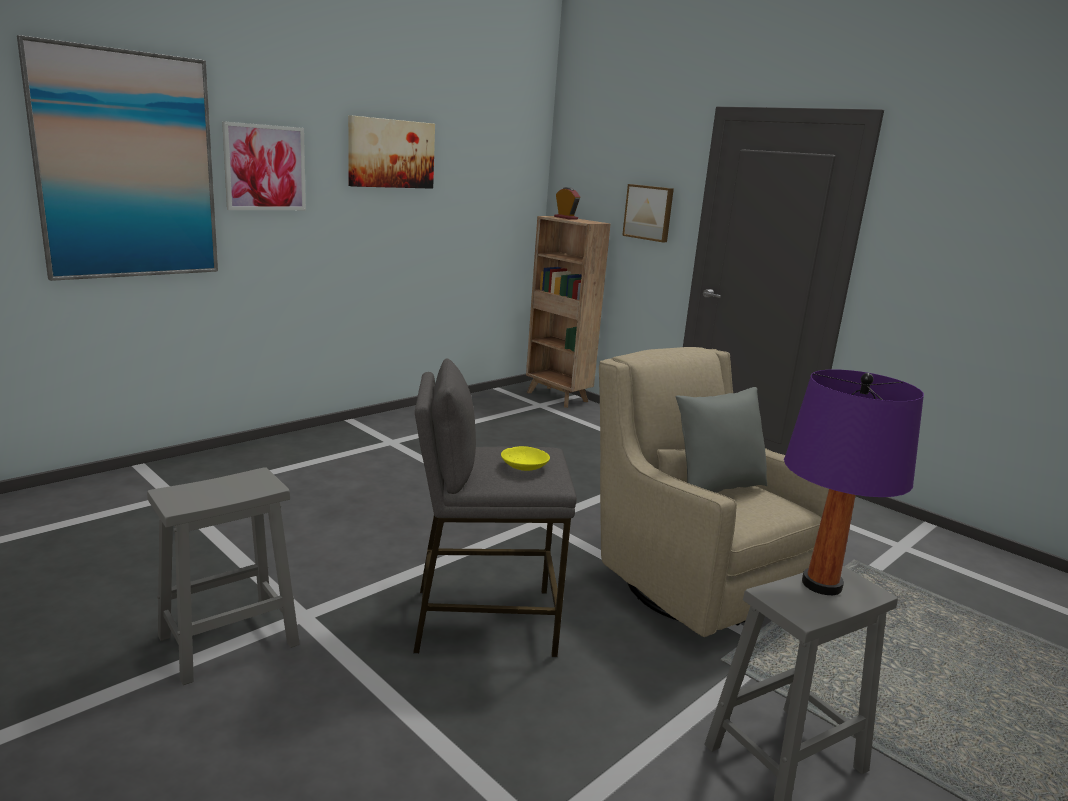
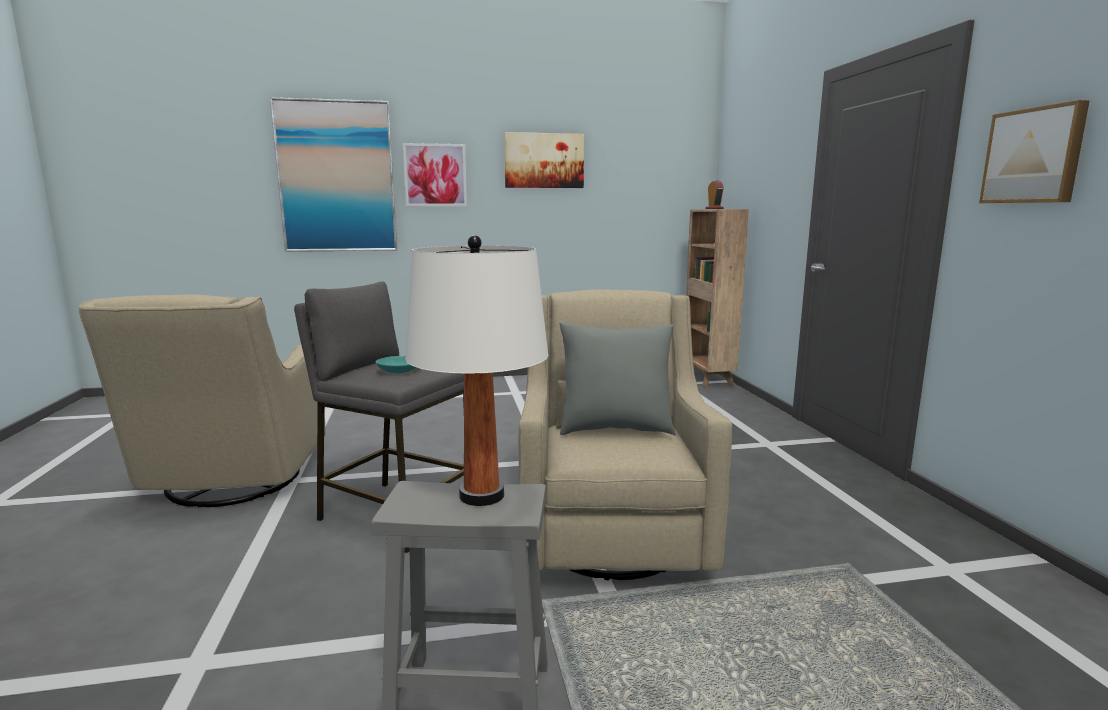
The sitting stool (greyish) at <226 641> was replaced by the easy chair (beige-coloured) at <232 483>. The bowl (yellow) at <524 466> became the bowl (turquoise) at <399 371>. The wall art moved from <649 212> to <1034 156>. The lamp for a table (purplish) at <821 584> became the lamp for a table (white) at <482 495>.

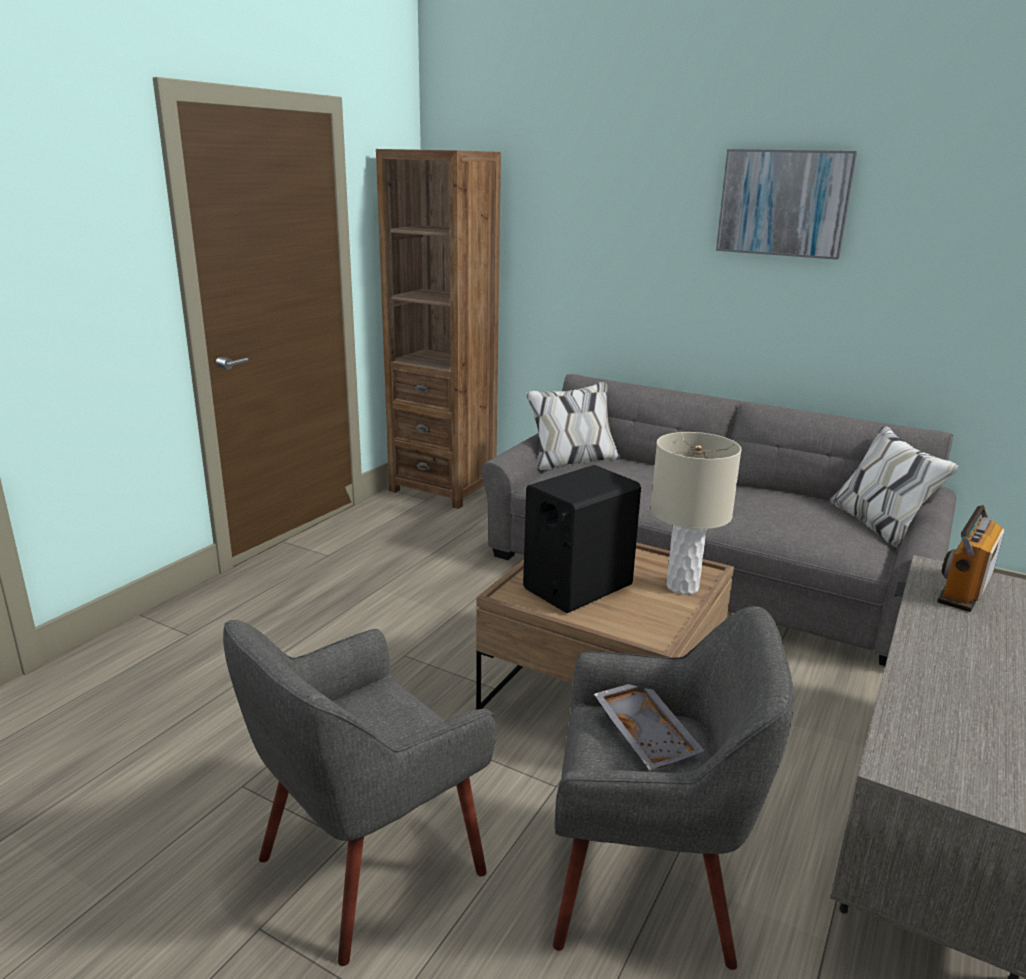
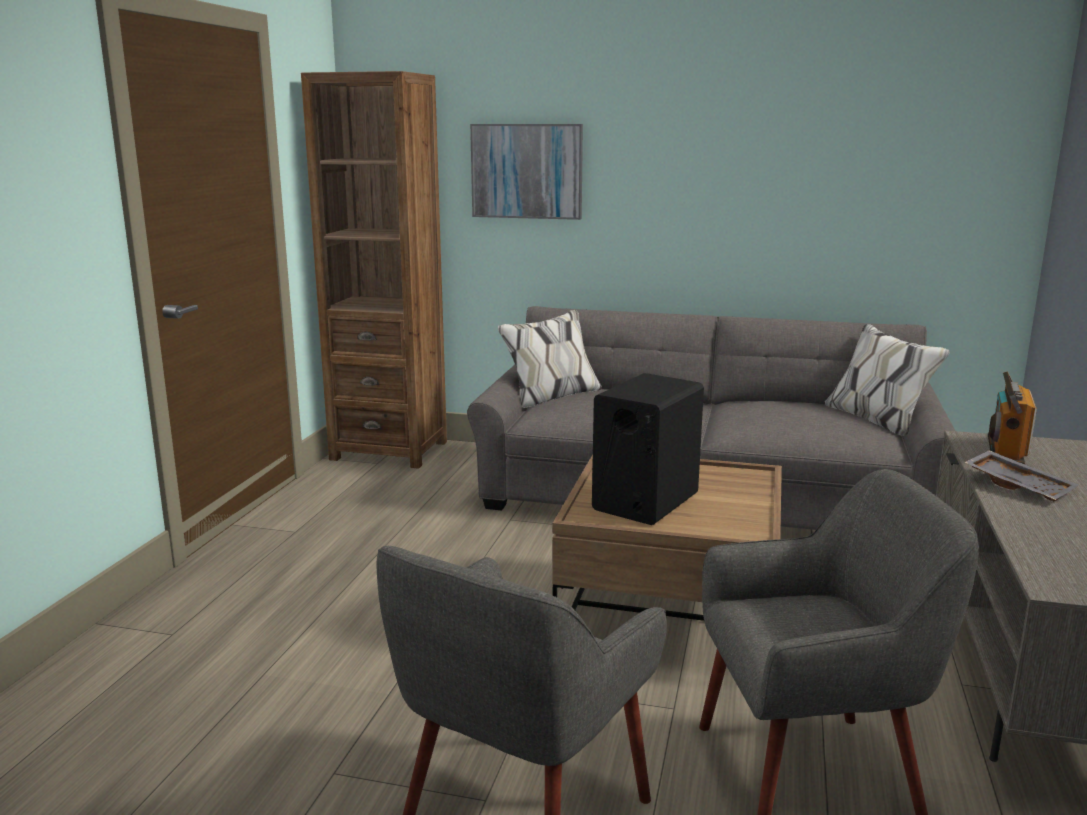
The carrying tray (greyish) moved from <647 734> to <1019 486>. The lamp for a table (beige-coloured) at <683 586> disappeared. The wall art moved from <783 203> to <527 171>.

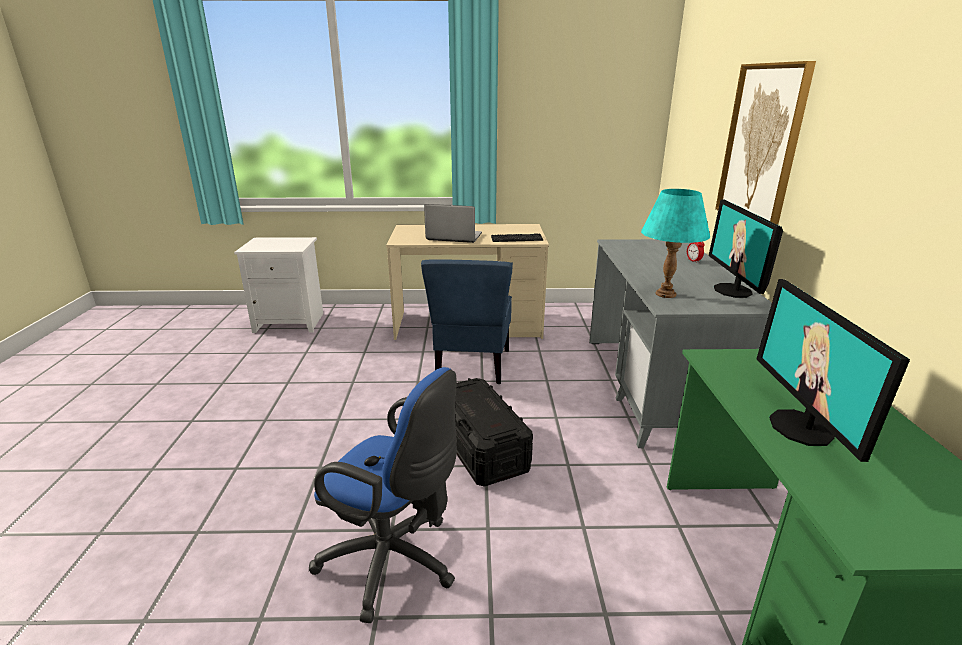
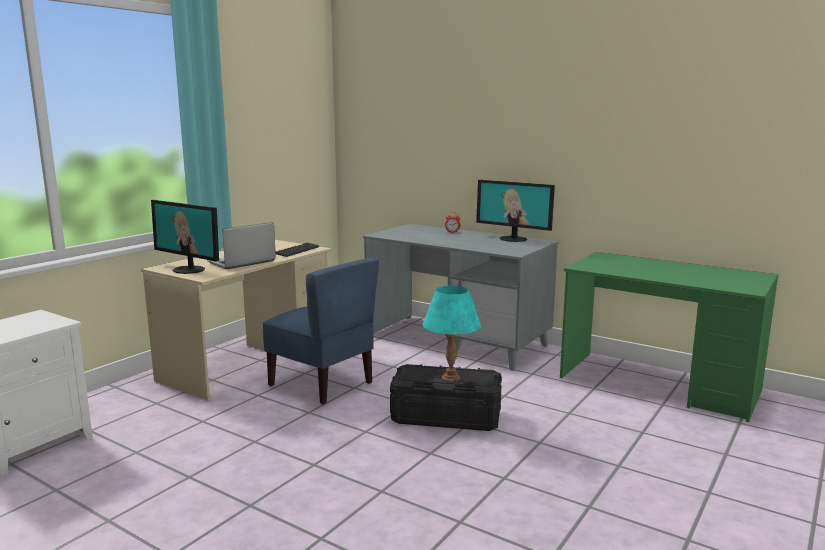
The office chair (blue) at <394 563> disappeared. The lamp for a table (turquoise) moved from <666 294> to <451 378>. The wall art at <761 146> disappeared. The monitor moved from <802 427> to <189 270>.

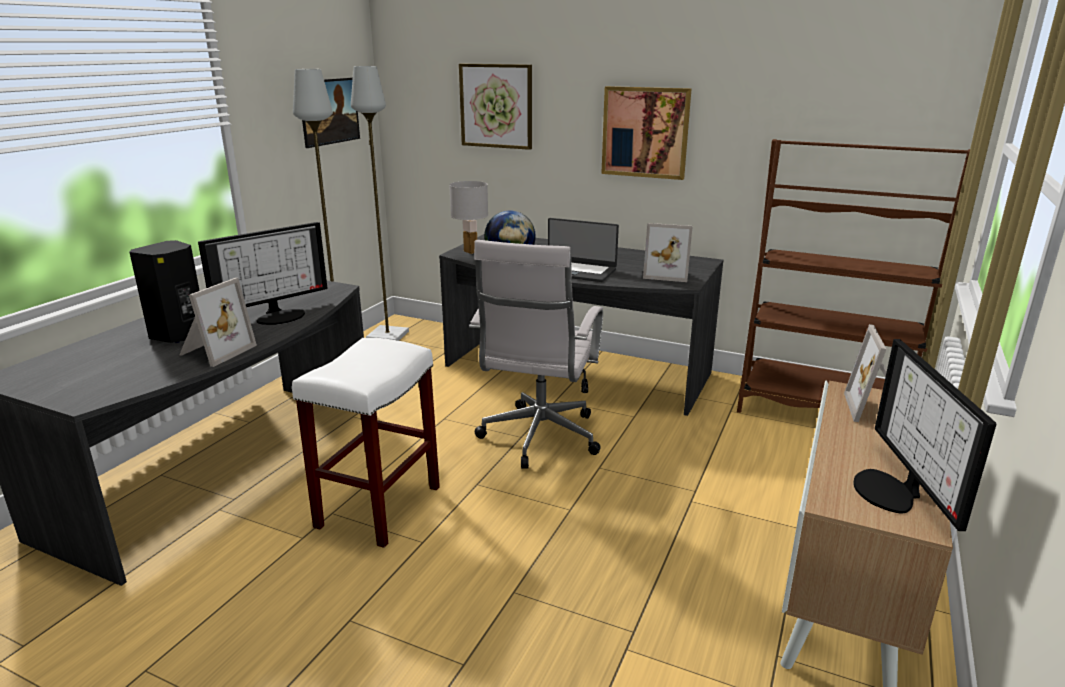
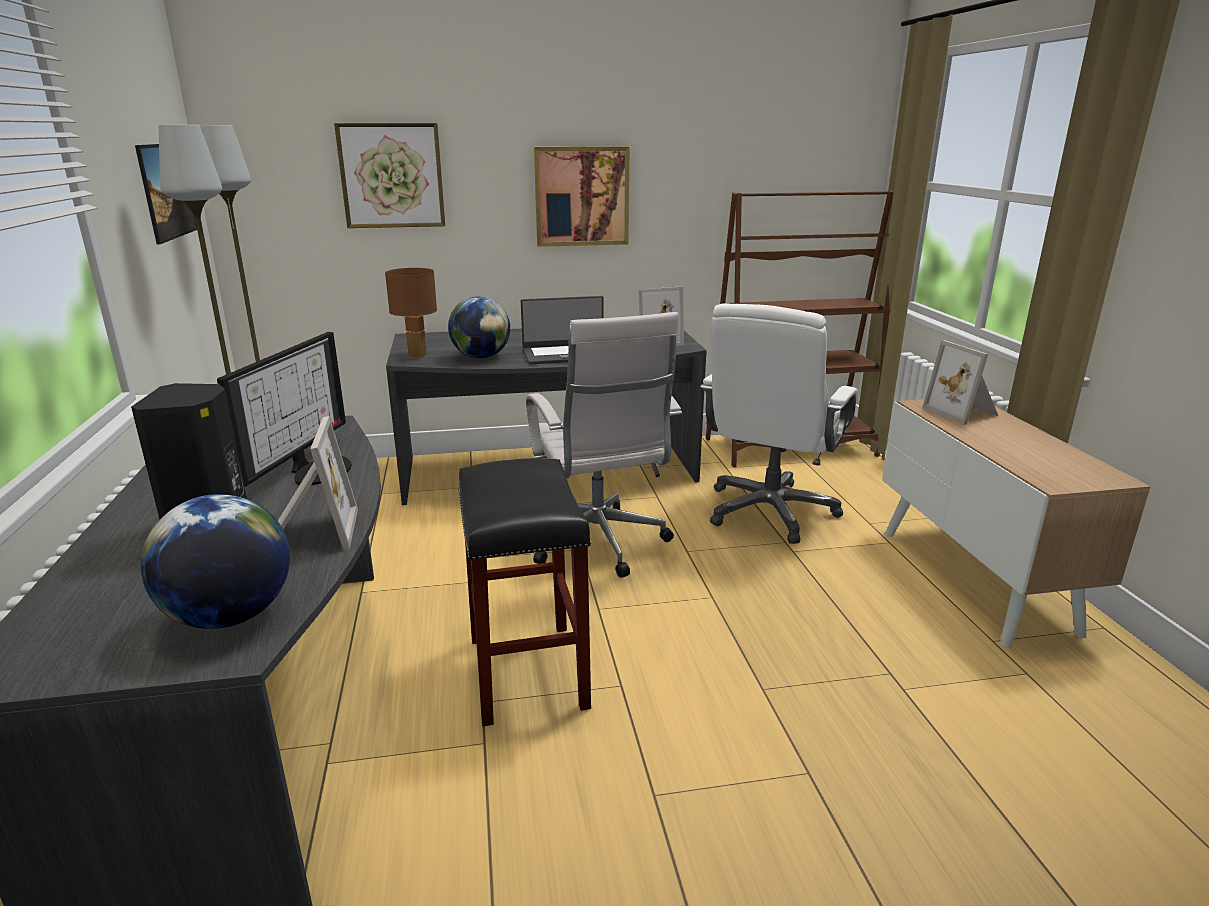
The sitting stool (white) at <378 508> became the sitting stool (black-coloured) at <529 673>. The lamp for a table (white) at <471 252> became the lamp for a table (brown-coloured) at <418 356>. The monitor at <892 492> disappeared. The globe at <230 616> appeared. The office chair (white) at <770 511> appeared.

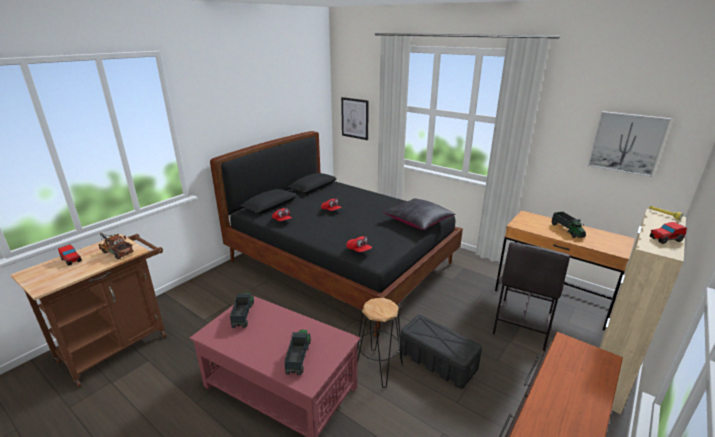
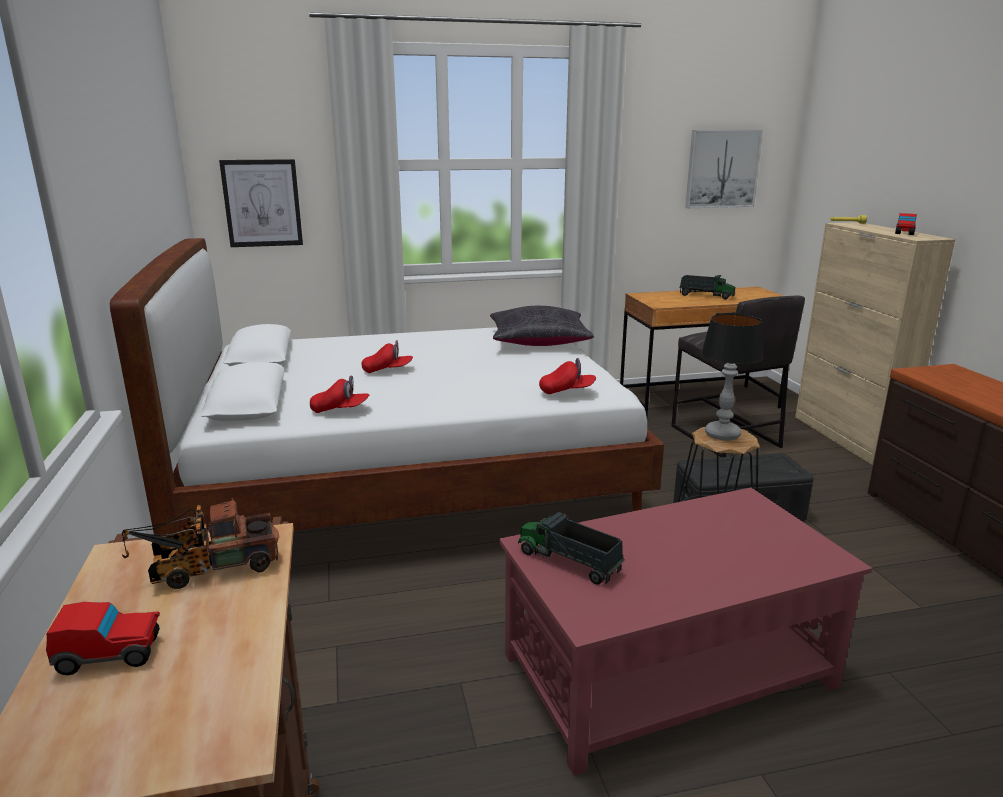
The sleeping bed (black-coloured) at <341 263> became the sleeping bed (white) at <409 483>. The model truck at <298 356> disappeared. The lamp for a table at <722 435> appeared.

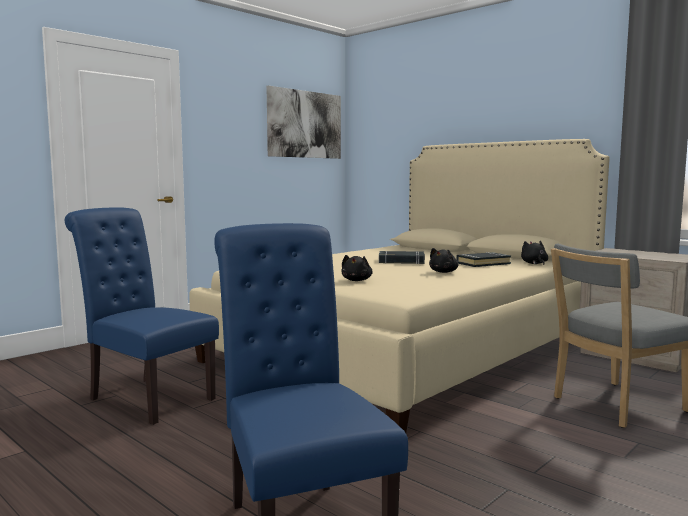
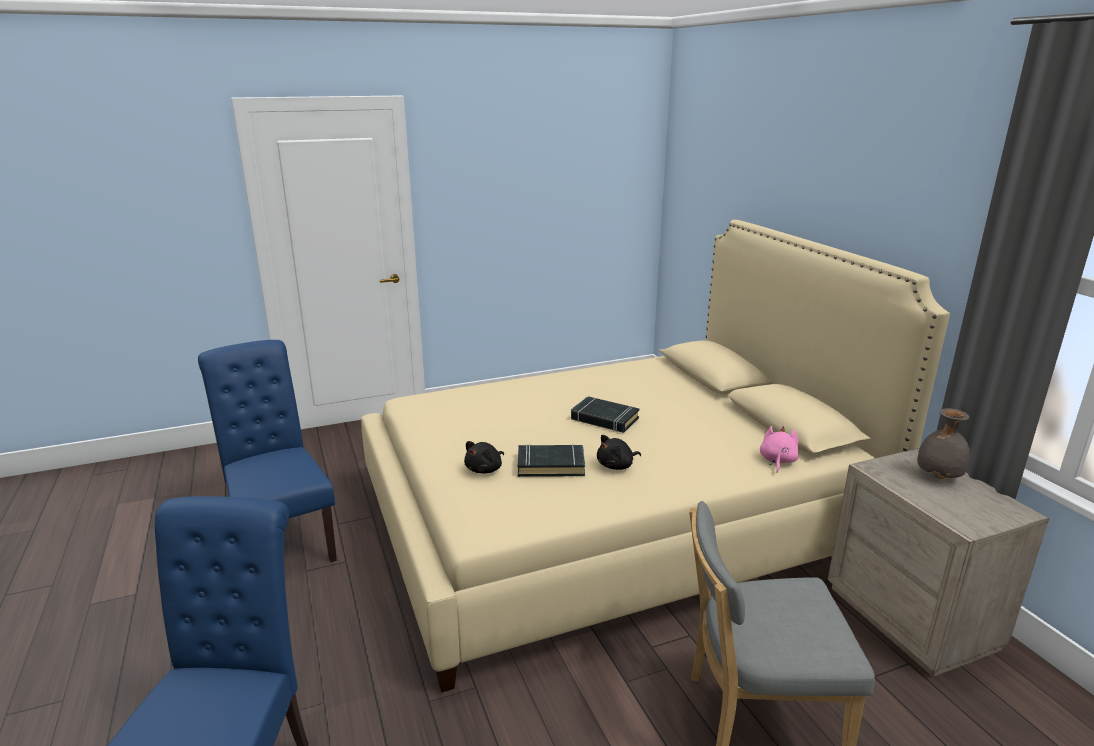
The wall art at <305 124> disappeared. The book (black-coloured) moved from <483 263> to <551 465>. The soft toy (black-coloured) at <534 263> became the soft toy (pink-coloured) at <777 461>. The flower vase (greyish) at <937 476> appeared.

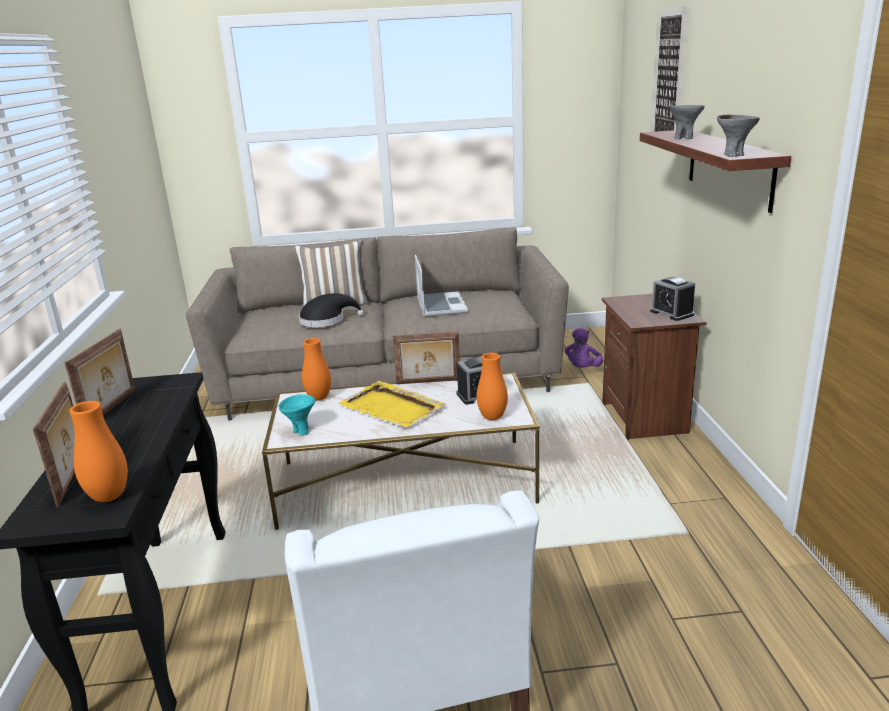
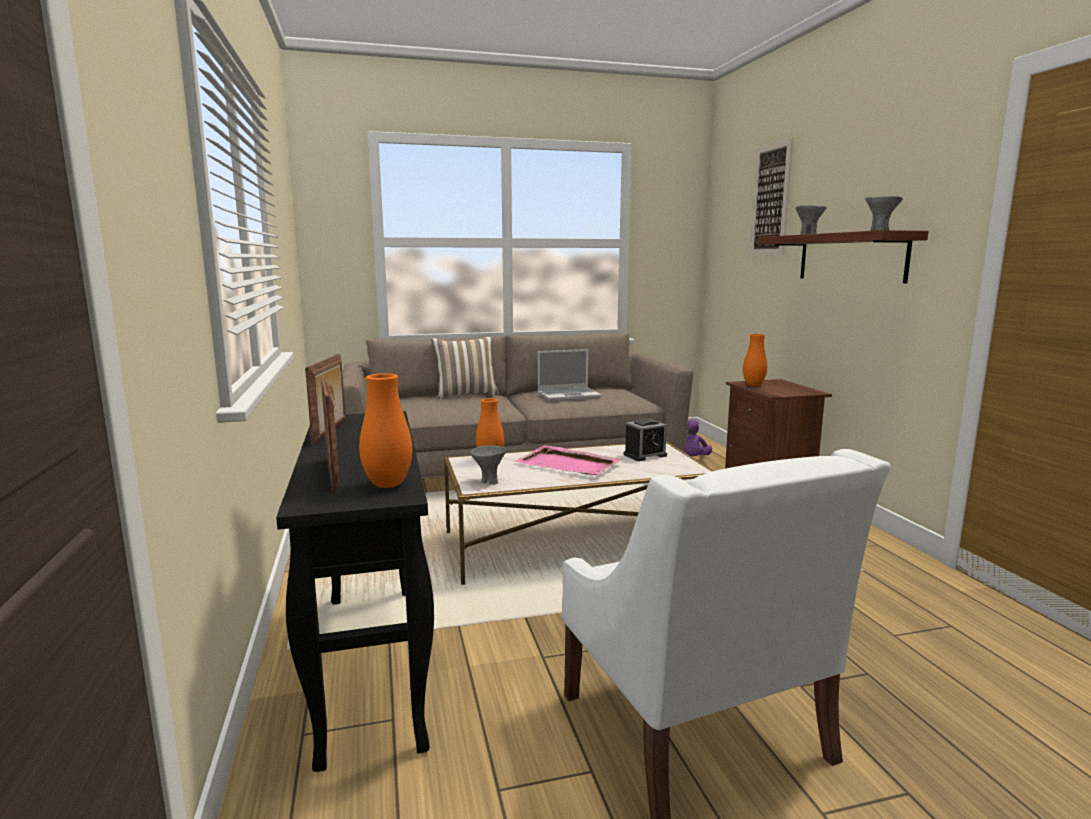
The bowl (turquoise) at <301 431> became the bowl (greyish) at <489 481>. The wearable hat (black-coloured) at <326 320> disappeared. The carrying tray (yellow) at <392 408> became the carrying tray (pink-coloured) at <569 464>. The standing frame at <428 382> disappeared. The laptop at <440 305> turned 90 degrees clockwise. The flower vase (orange-coloured) moved from <492 417> to <753 385>. The table clock at <671 313> disappeared.

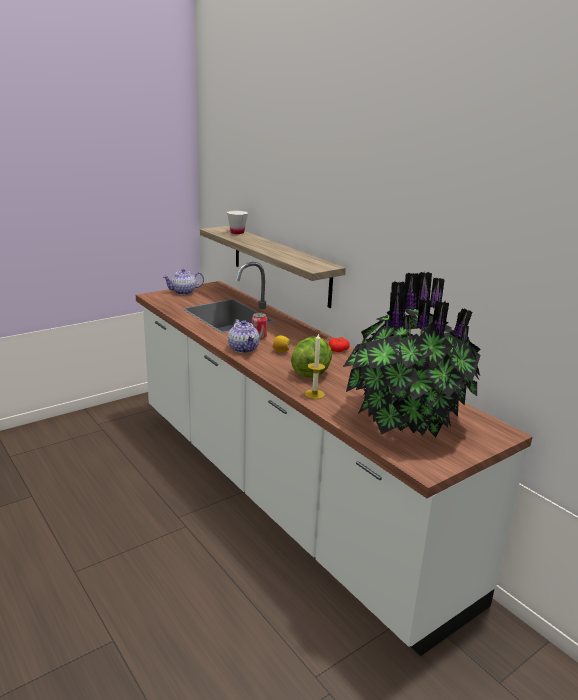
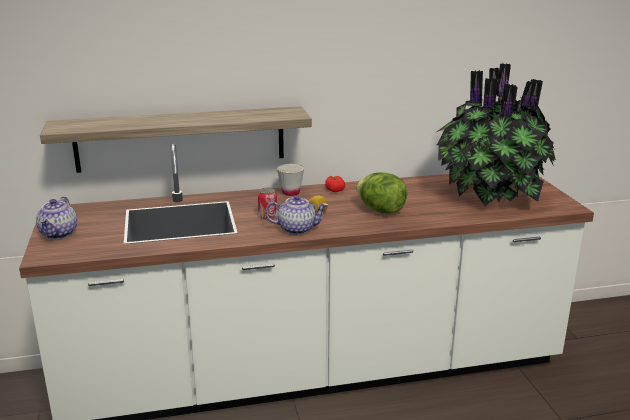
The drinking cup (white) moved from <237 232> to <291 192>. The candle at <314 394> disappeared.

